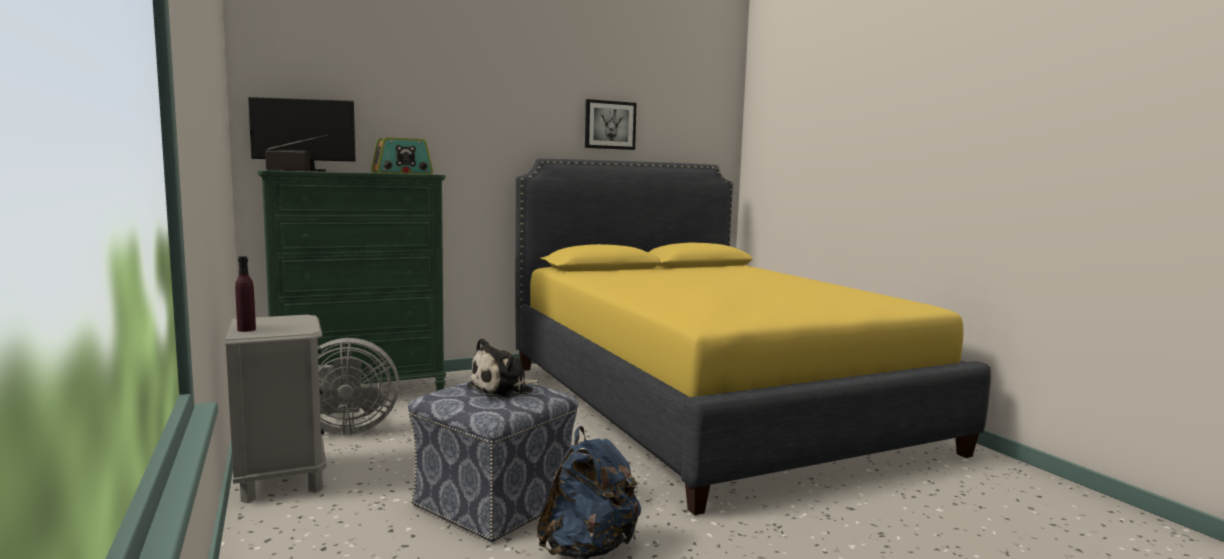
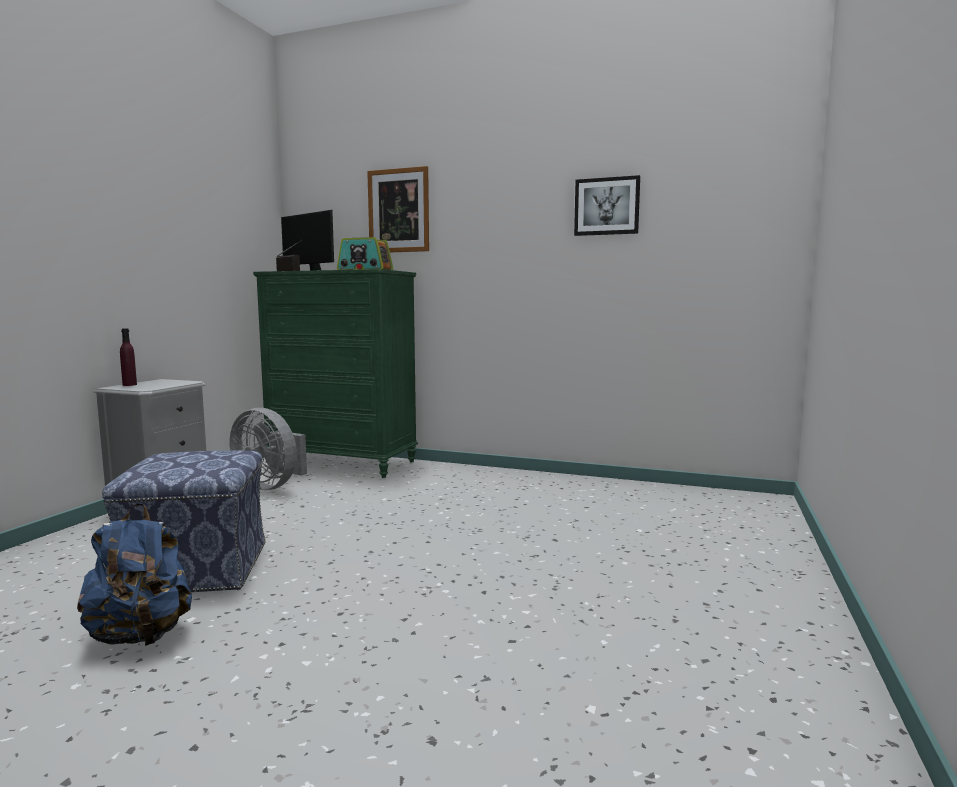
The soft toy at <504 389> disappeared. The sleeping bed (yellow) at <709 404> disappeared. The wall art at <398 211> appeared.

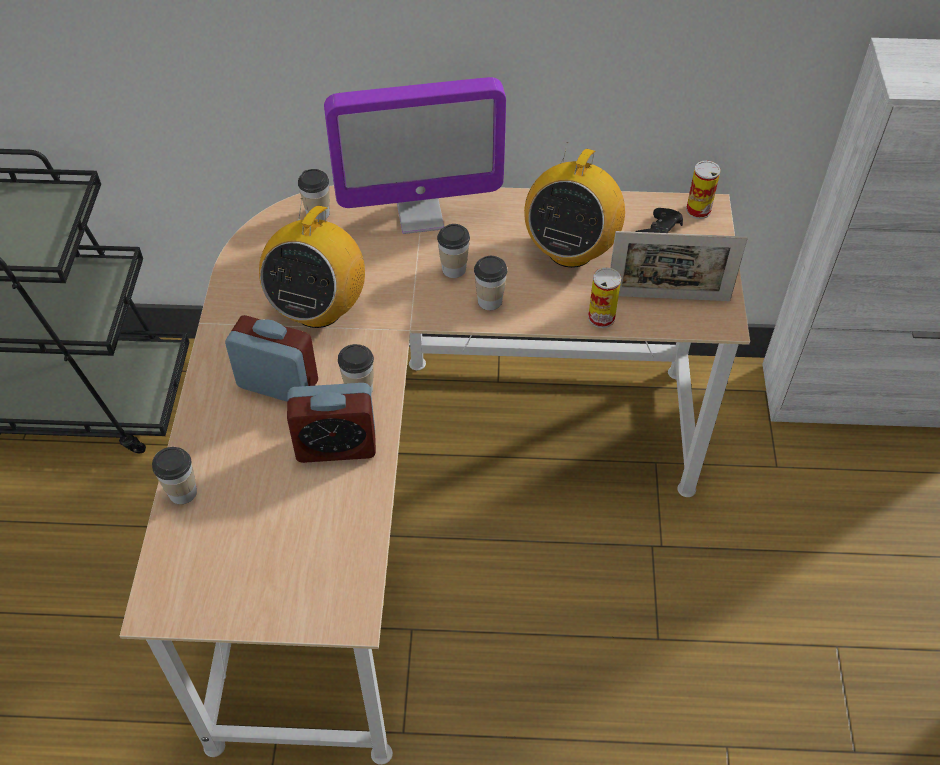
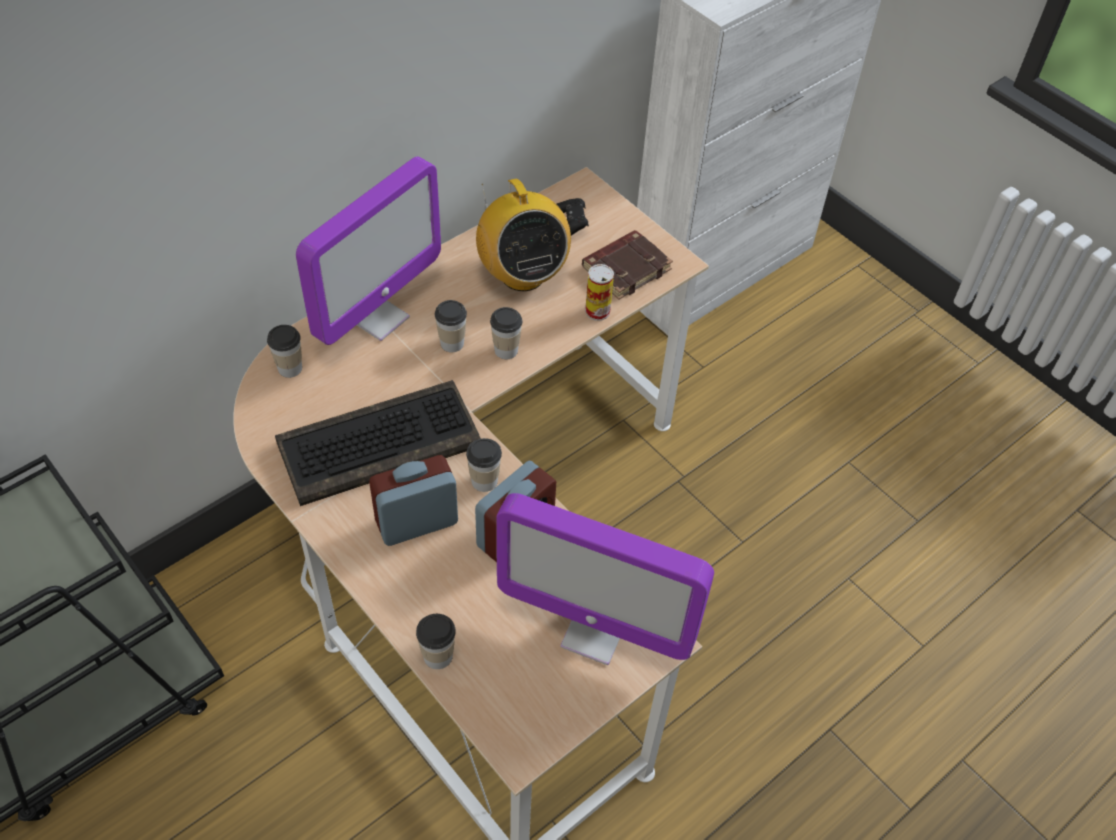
The radio receiver at <318 309> was replaced by the computer keyboard at <380 443>. The standing frame at <668 297> was replaced by the book (brown-coloured) at <626 268>. The sealed can at <698 210> disappeared. The monitor at <594 632> appeared.

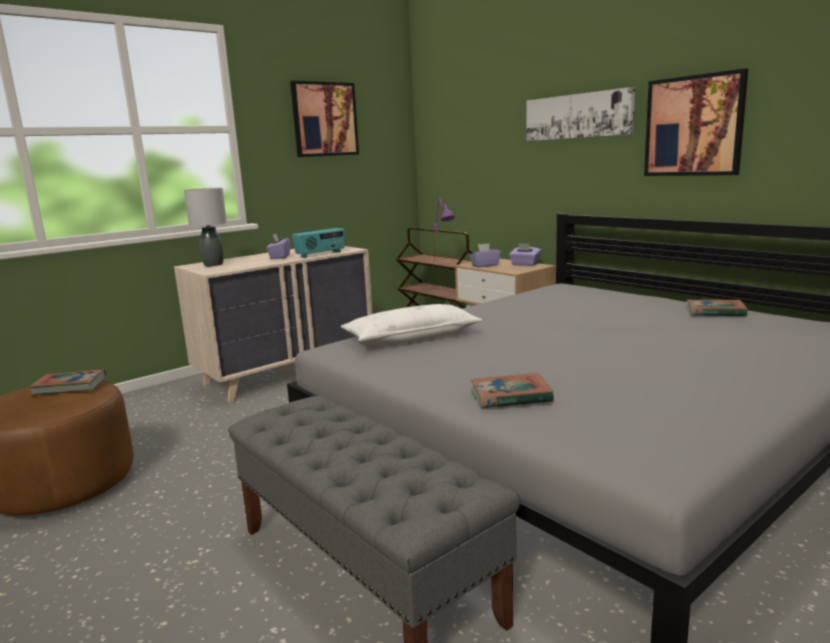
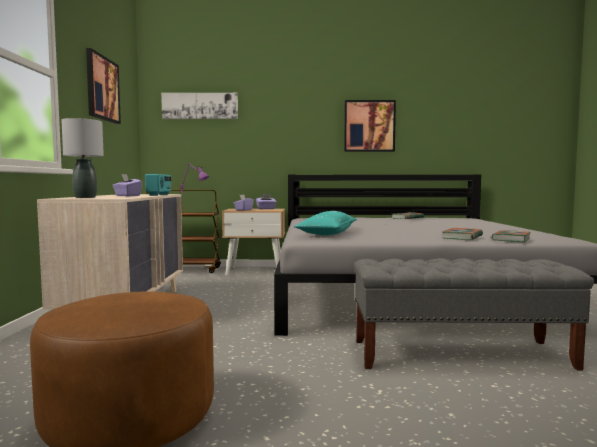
The book moved from <70 386> to <511 239>. The cushion (white) at <412 338> became the cushion (turquoise) at <328 233>. The wall art moved from <578 116> to <200 106>.

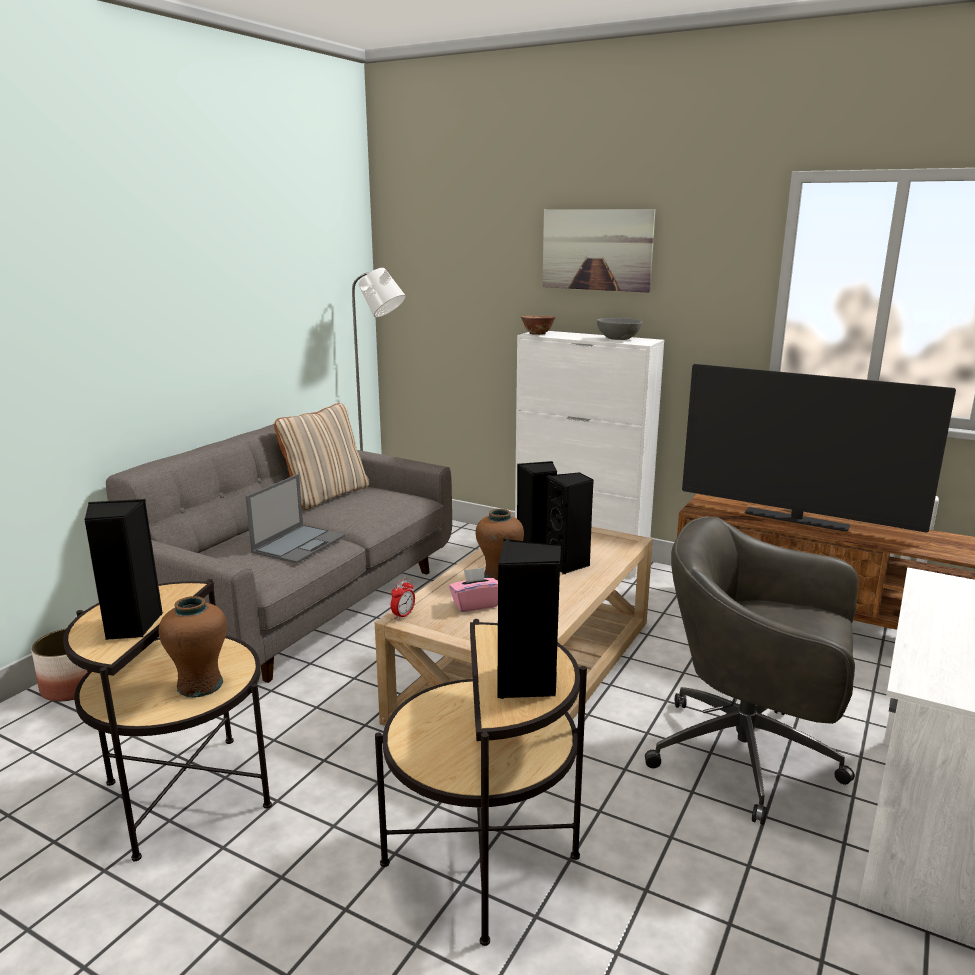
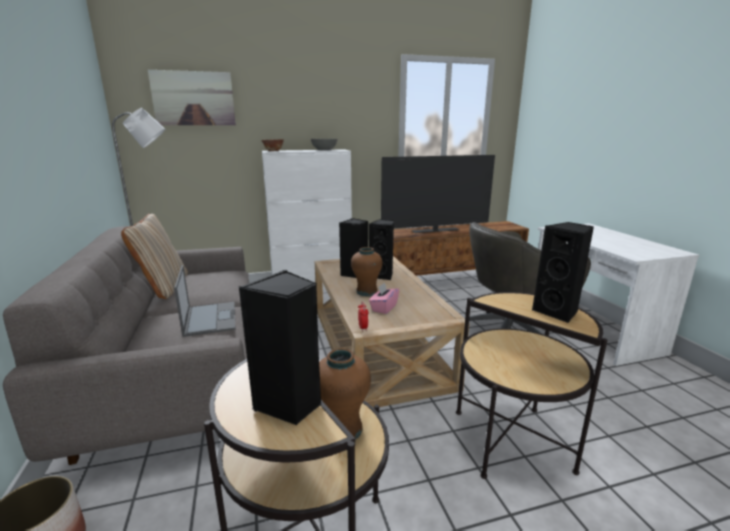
The wall art moved from <597 250> to <193 98>.

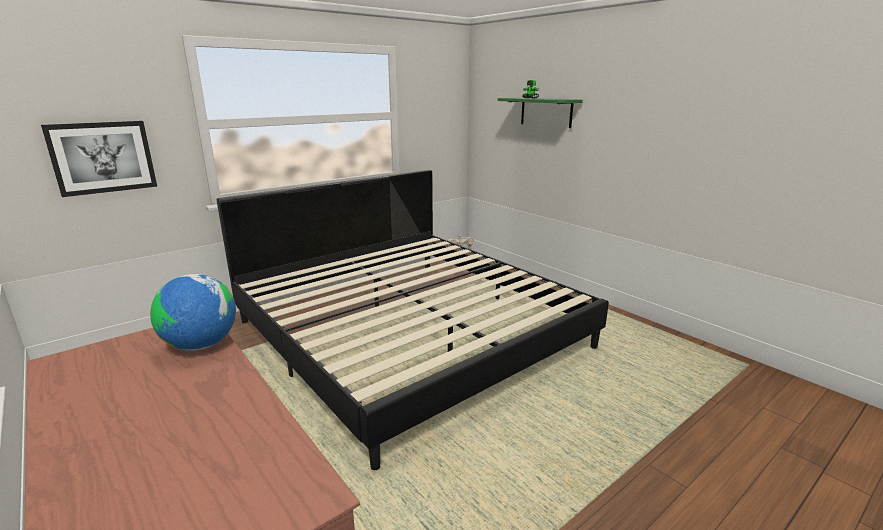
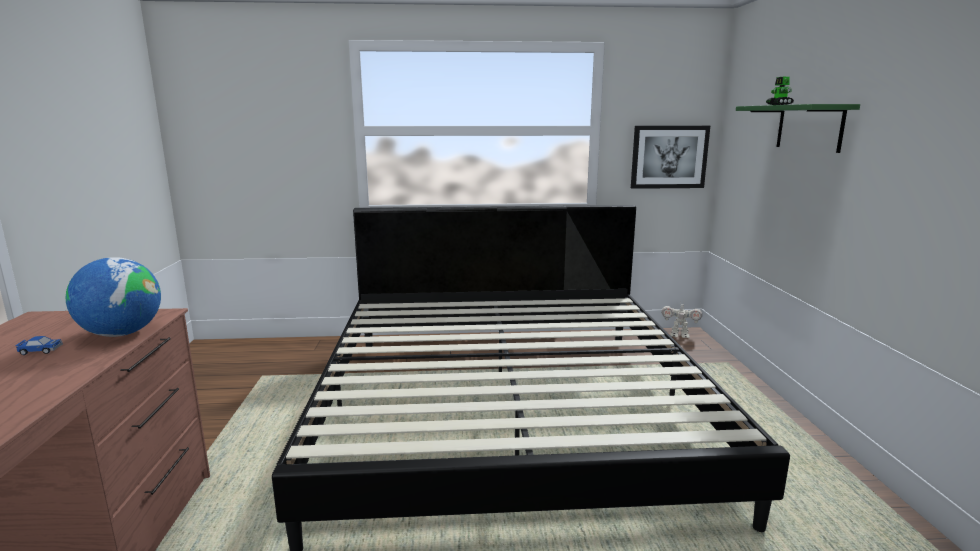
The wall art moved from <103 157> to <669 157>. The model car at <40 351> appeared.

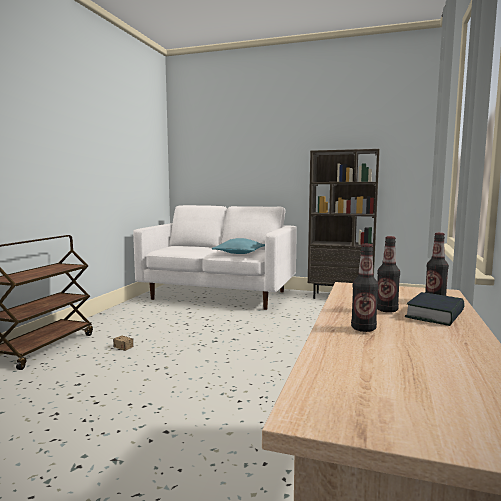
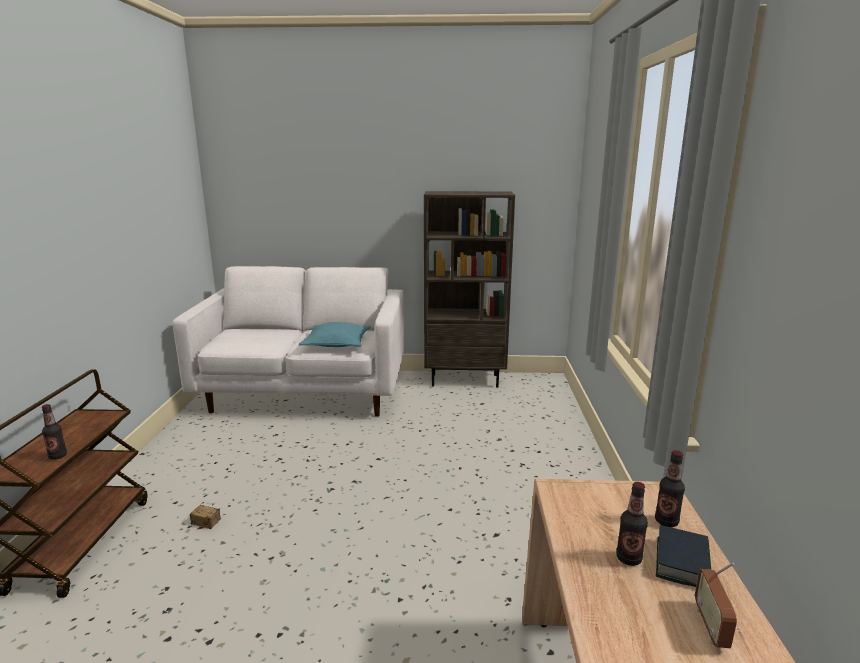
The bottle moved from <363 329> to <58 456>. The radio receiver at <711 627> appeared.

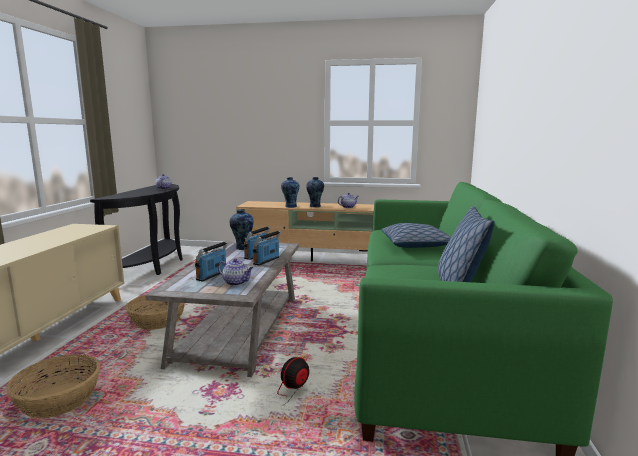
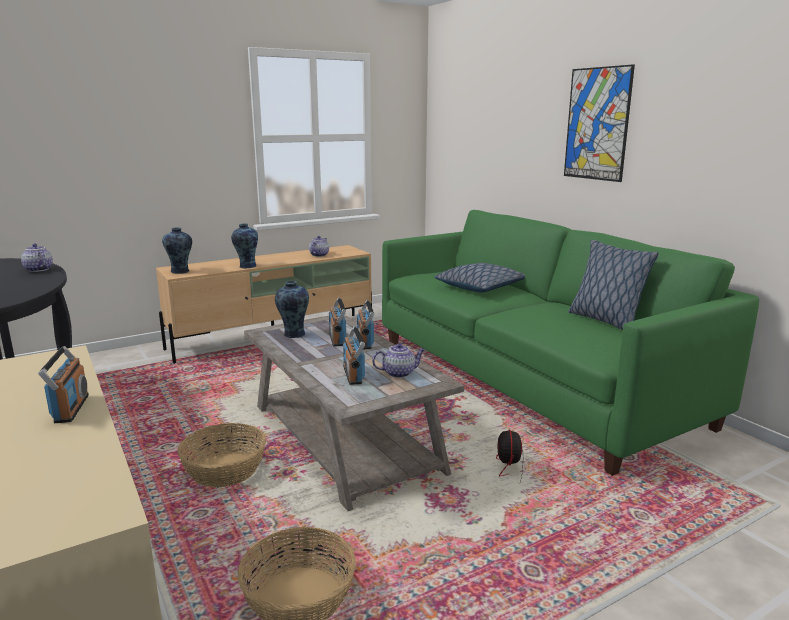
The flower vase moved from <315 206> to <180 272>. The radio receiver at <70 408> appeared. The wall art at <597 124> appeared.

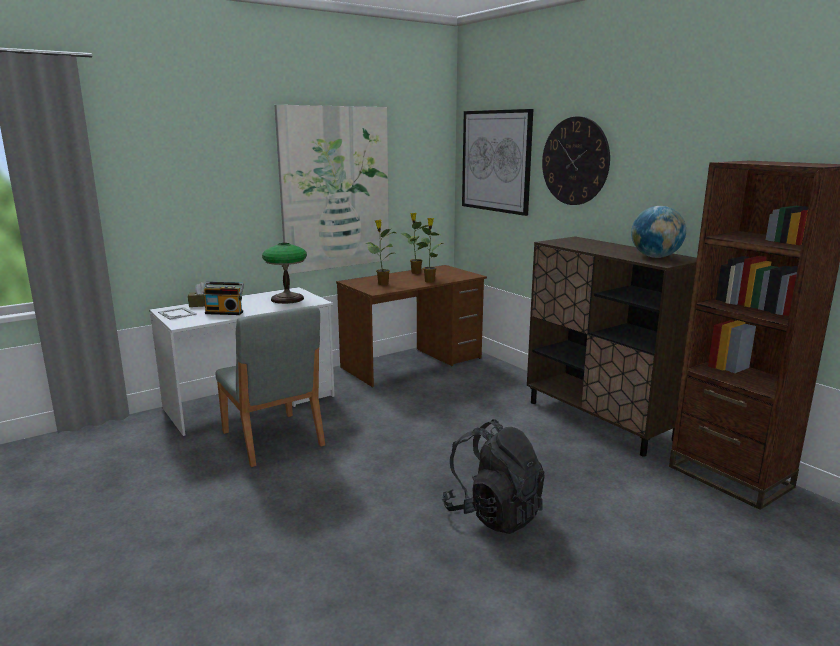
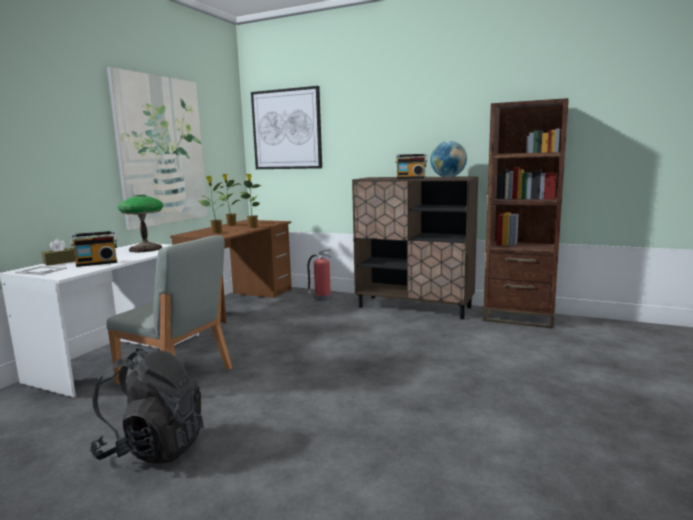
The knapsack (black-coloured) moved from <493 514> to <153 448>. The wall clock at <575 161> disappeared. The extinguisher at <322 298> appeared. The radio receiver at <411 178> appeared.

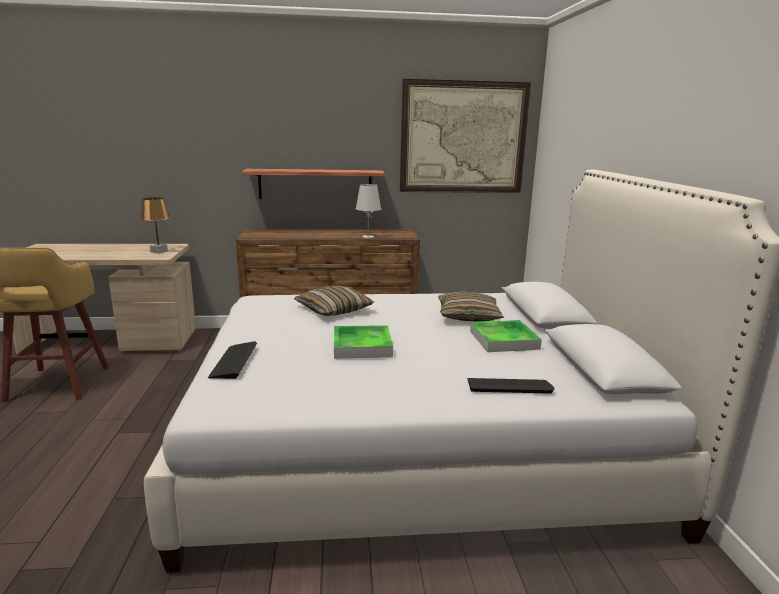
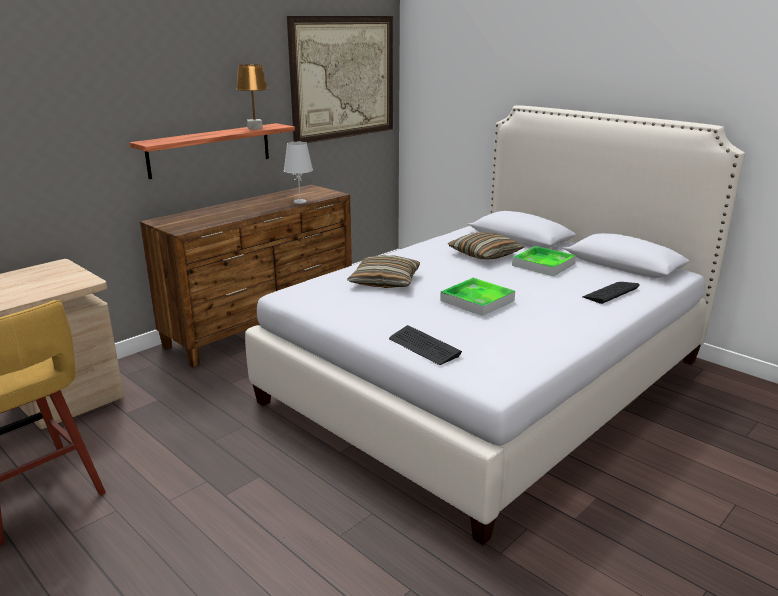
The lamp for a table (brown-coloured) moved from <158 251> to <254 128>.

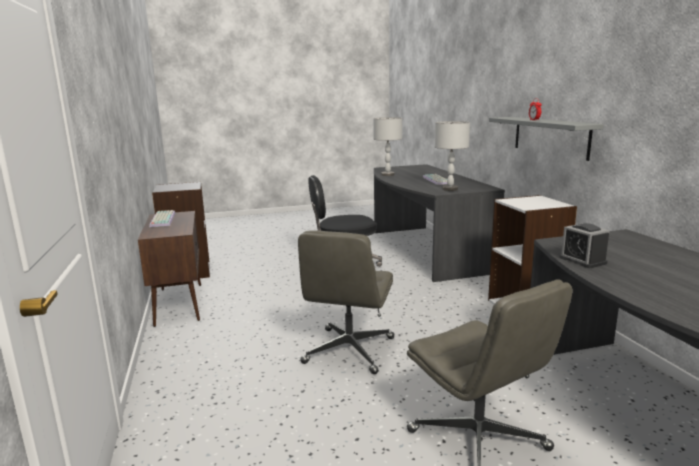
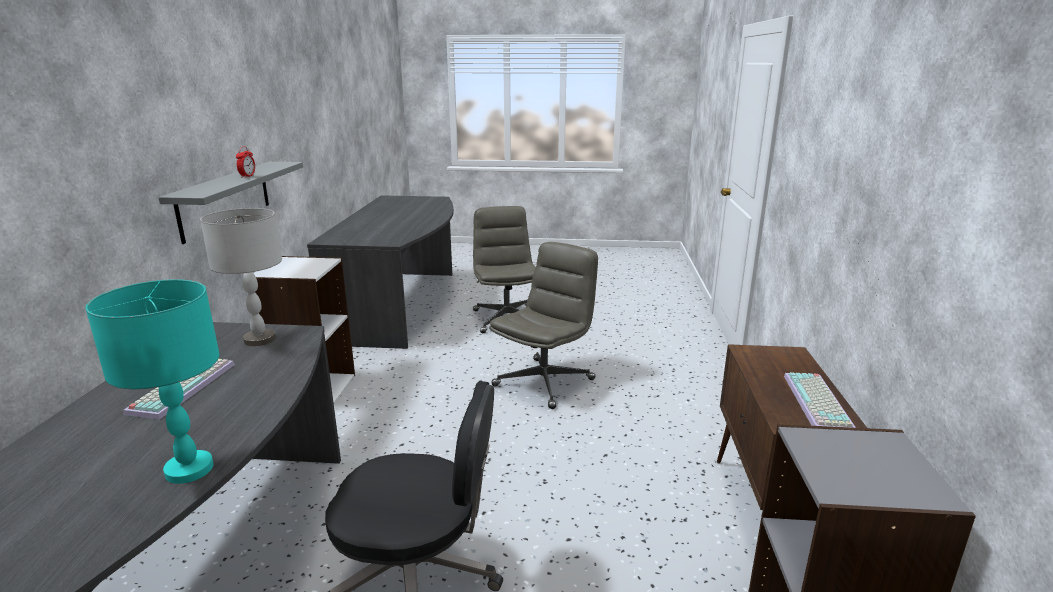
The lamp for a table (greyish) at <387 175> became the lamp for a table (turquoise) at <190 470>. The table clock at <582 260> disappeared.

